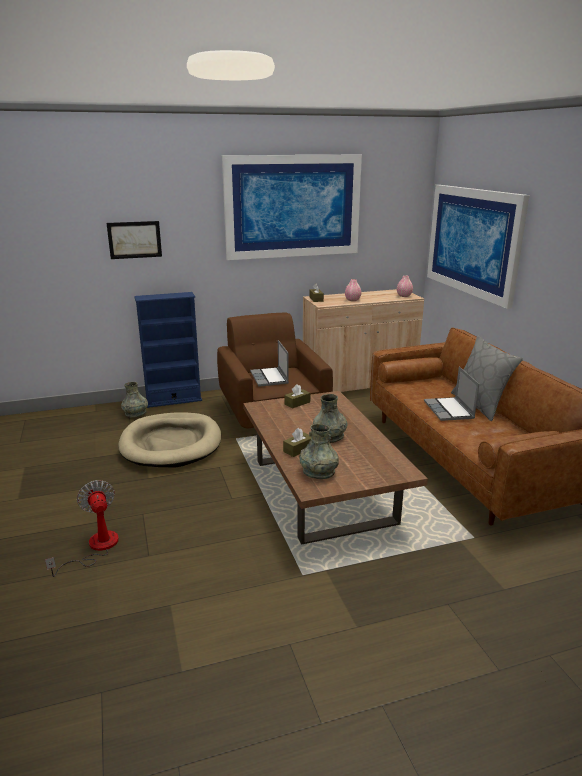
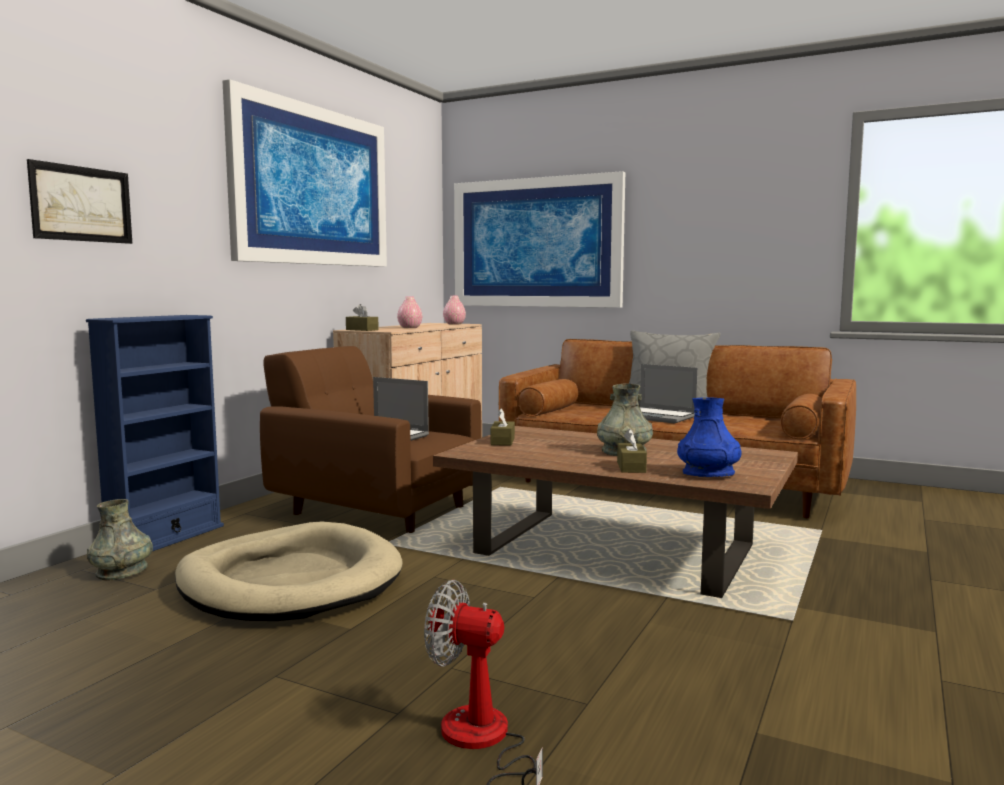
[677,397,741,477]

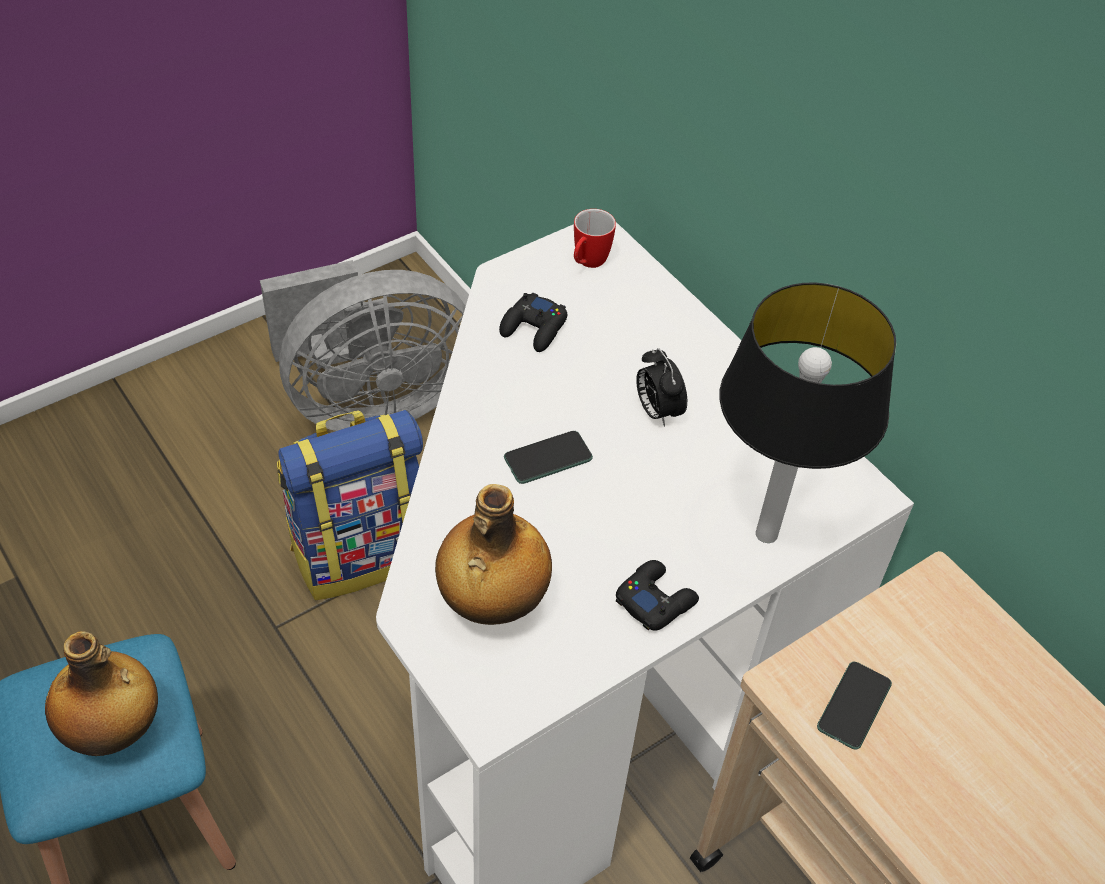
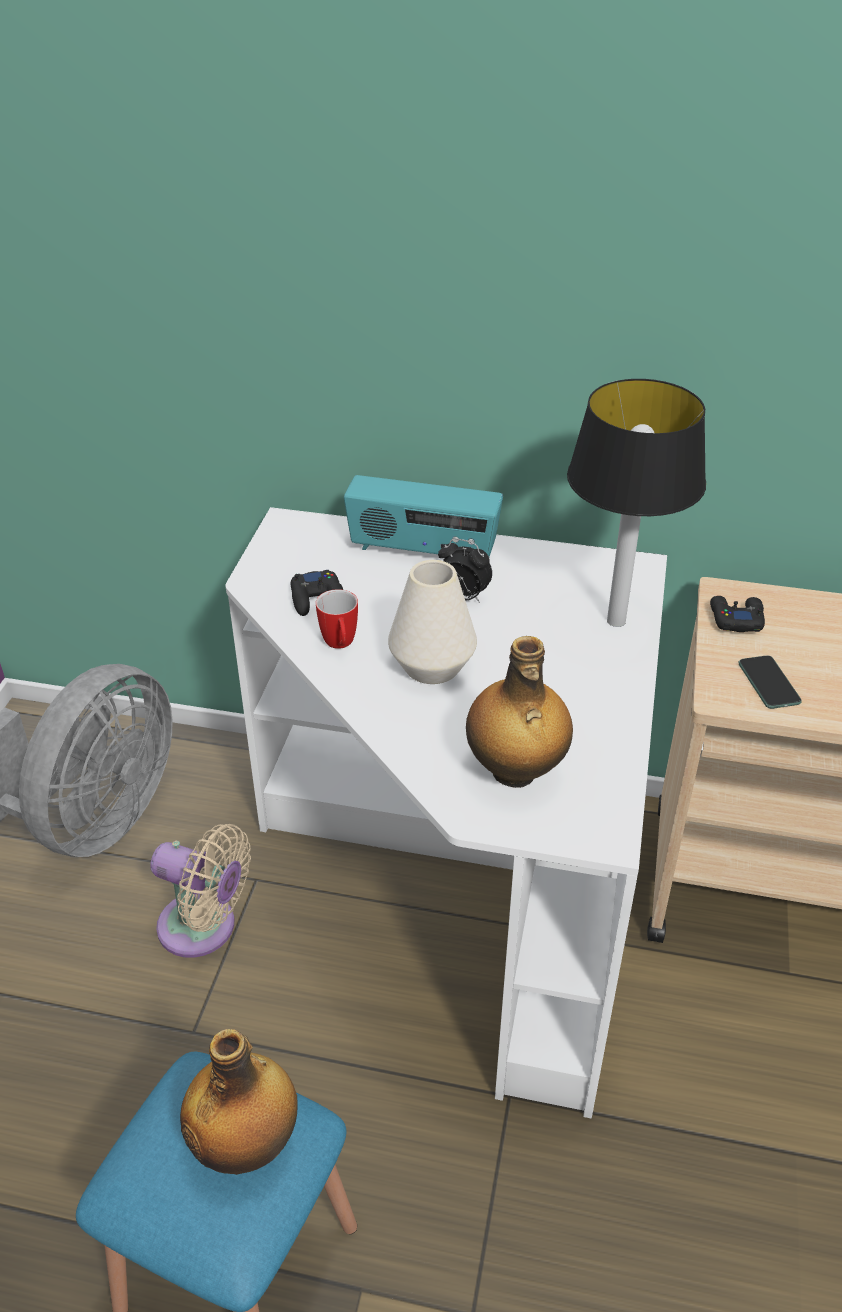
[316,589,358,649]
[150,824,251,958]
[388,560,477,684]
[710,596,765,632]
[344,475,503,557]

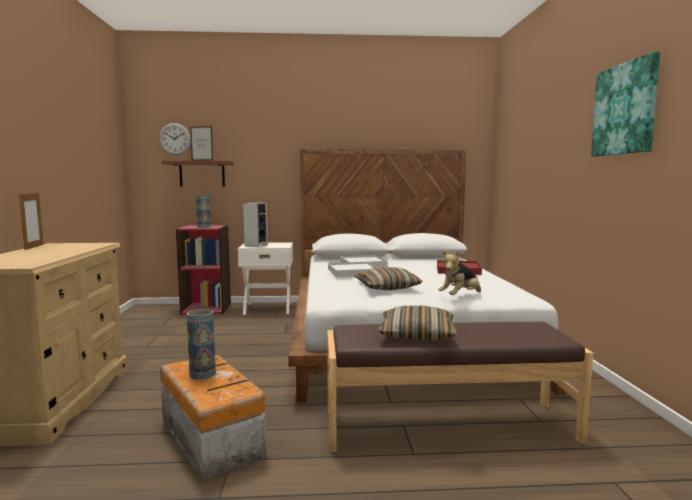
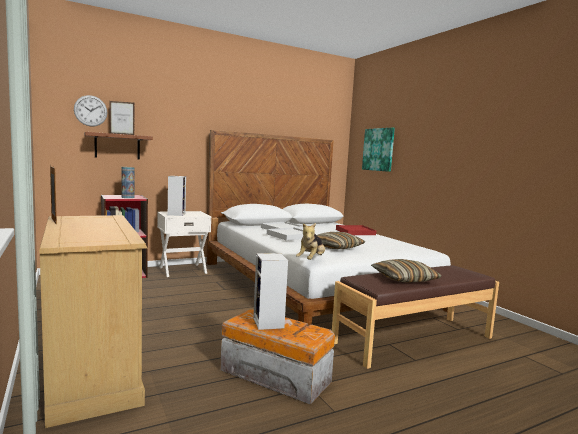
[362,128,395,172]
[296,223,325,260]
[253,253,288,330]

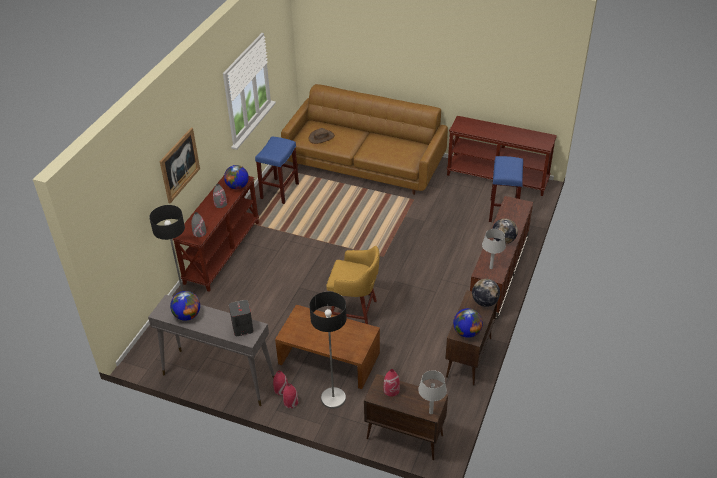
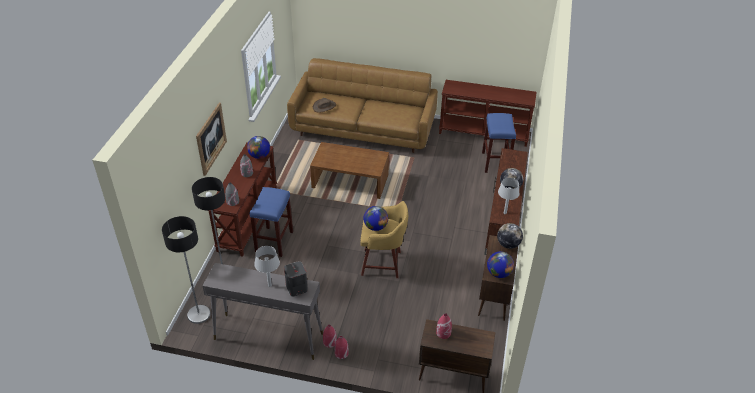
[249,187,293,257]
[363,206,388,231]
[162,216,211,324]
[310,142,389,199]
[254,246,280,287]

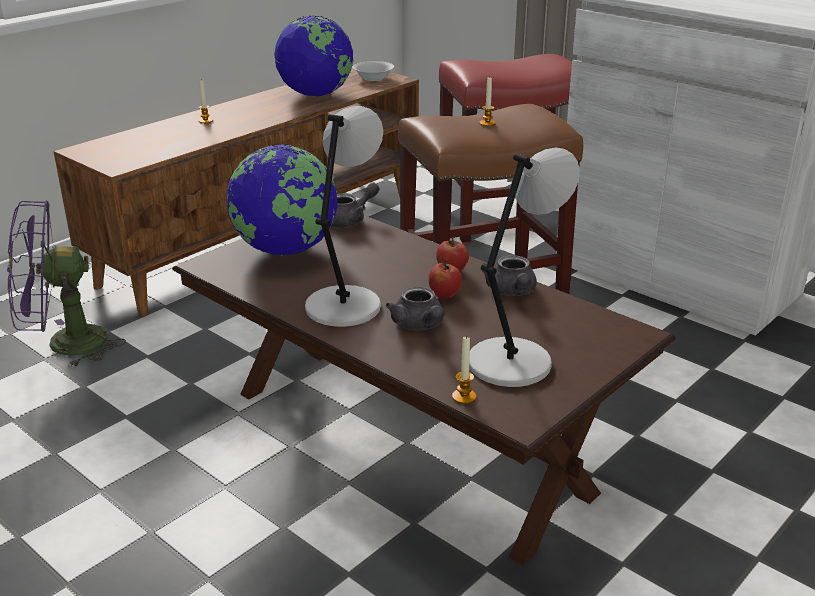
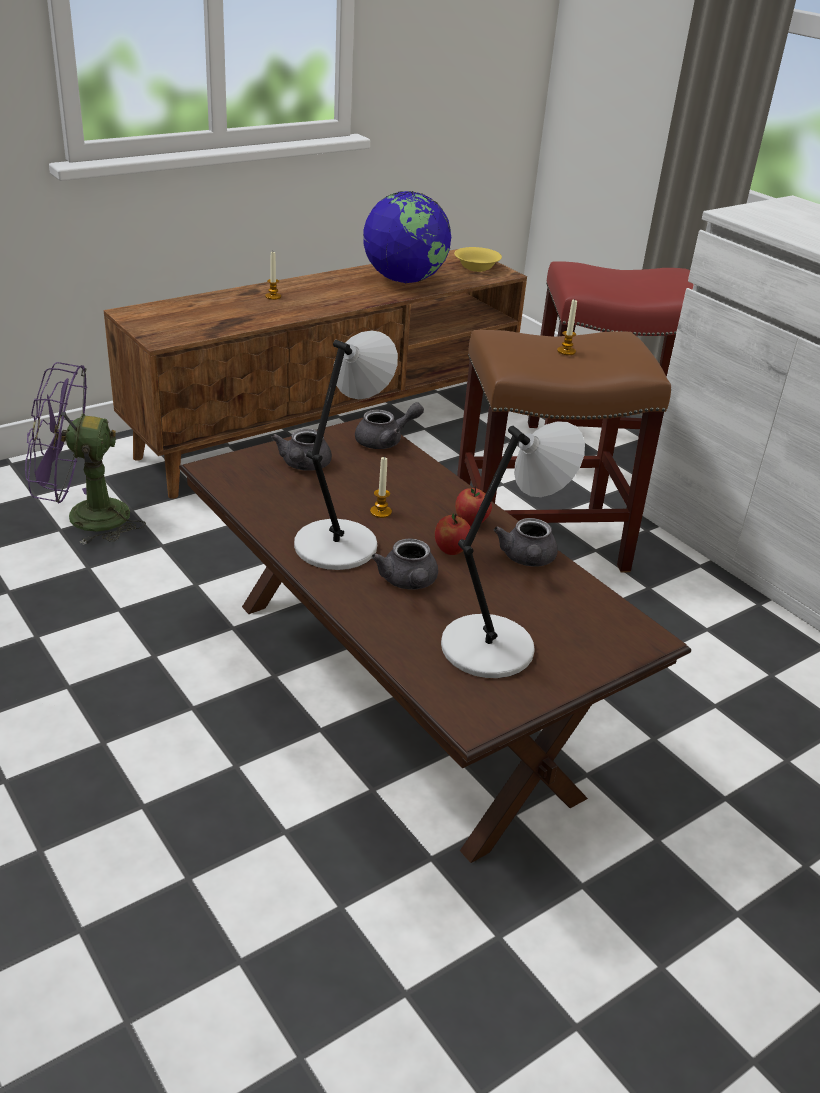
[454,247,502,272]
[271,429,332,471]
[370,457,392,518]

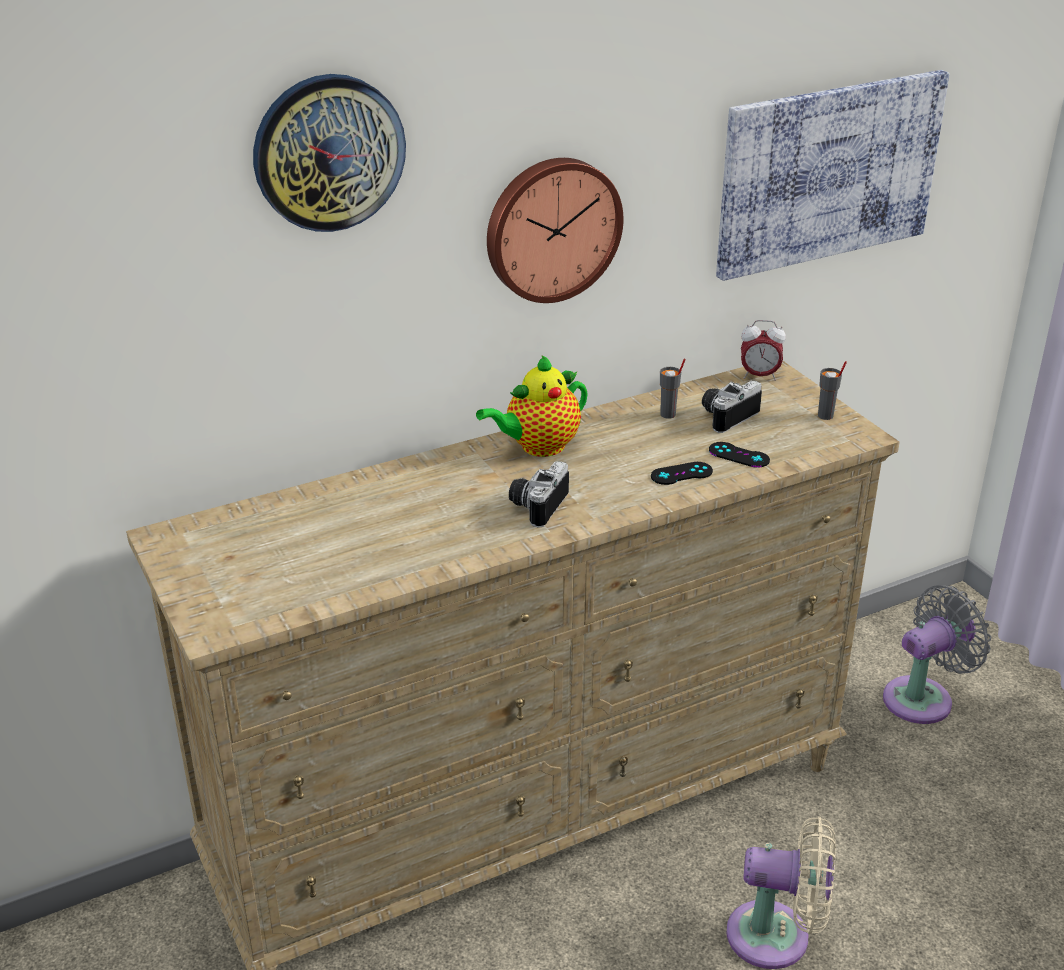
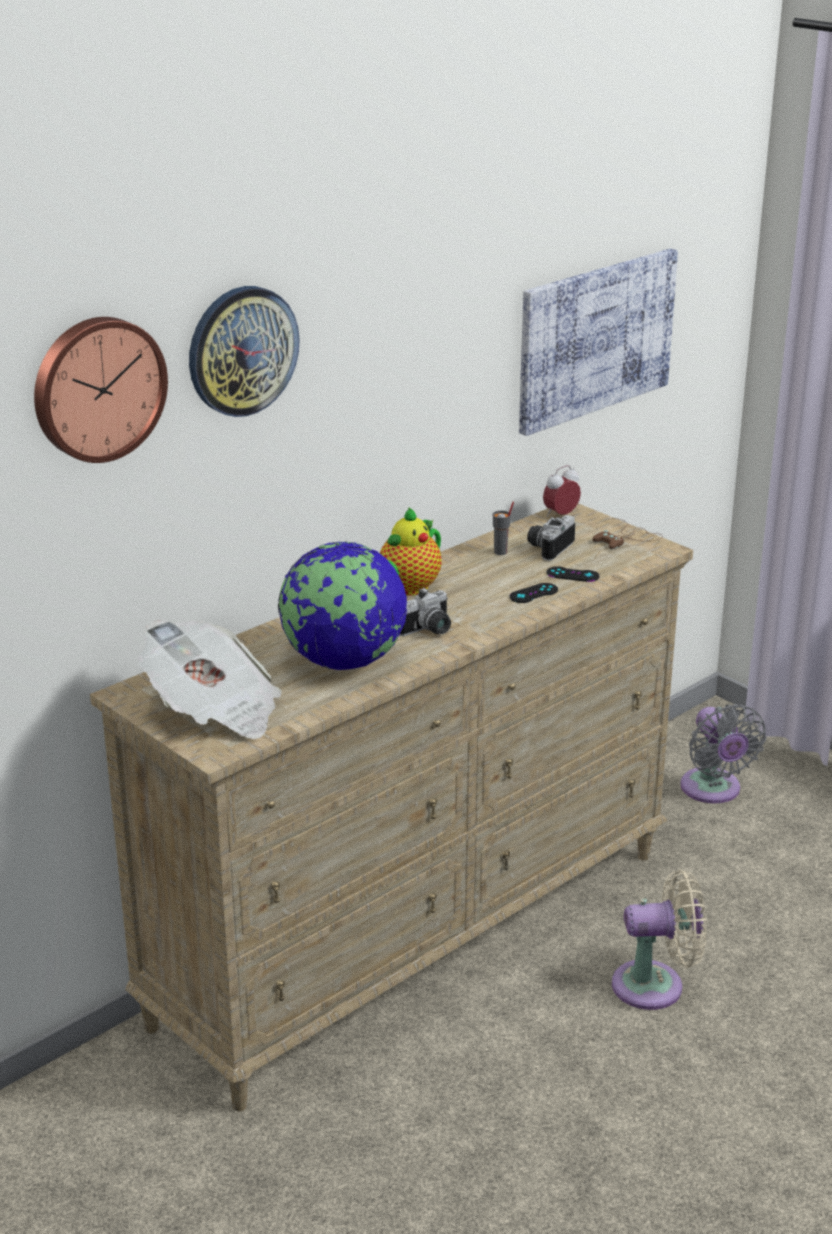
[34,317,168,463]
[543,465,581,517]
[592,518,663,550]
[399,588,451,636]
[680,704,766,803]
[278,541,408,670]
[138,620,282,739]

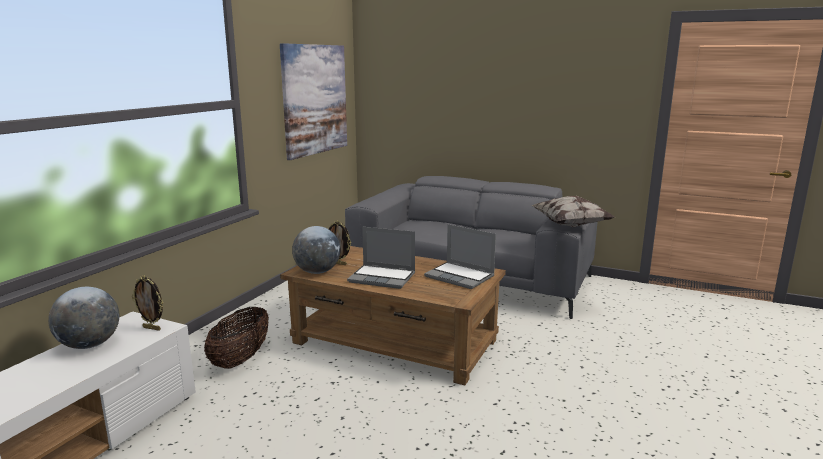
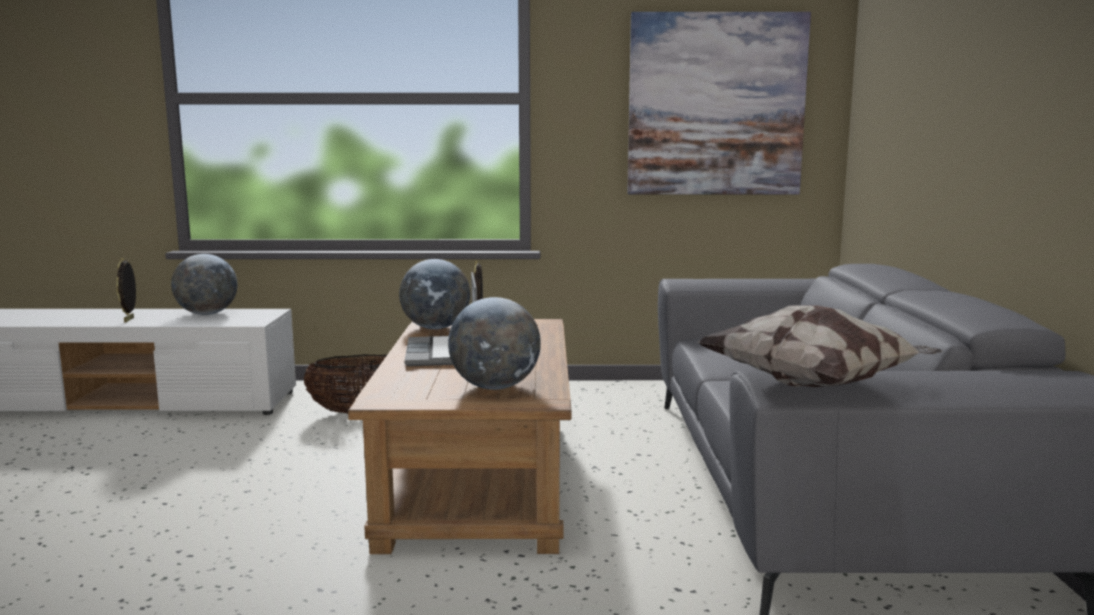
[448,297,541,390]
[116,258,136,323]

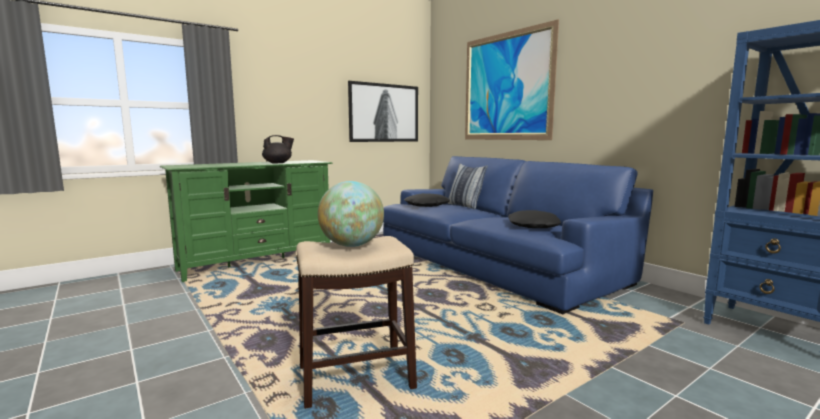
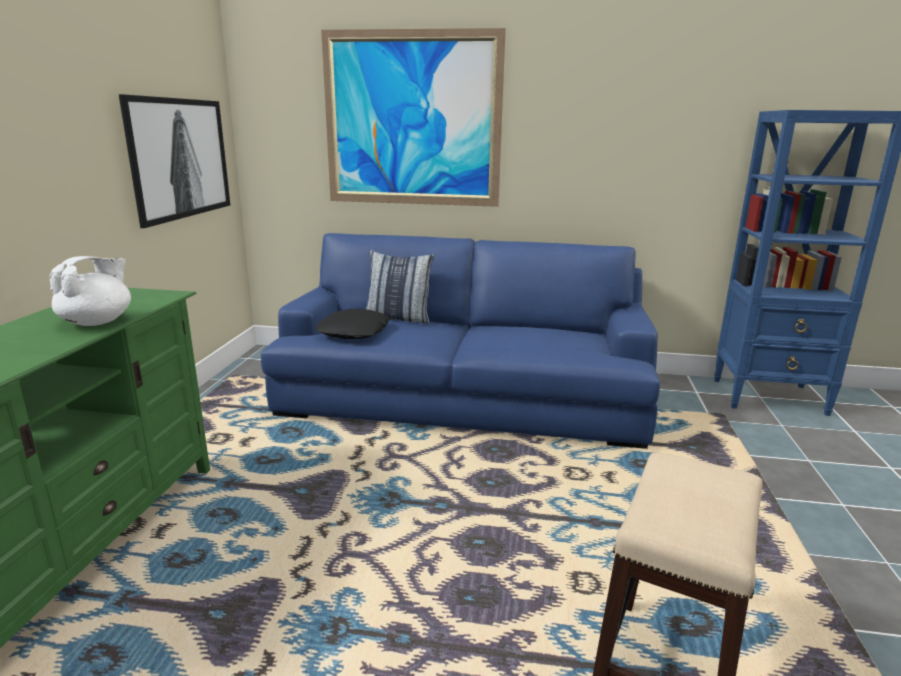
[49,256,131,326]
[318,181,384,247] (first image)
[508,210,561,228] (first image)

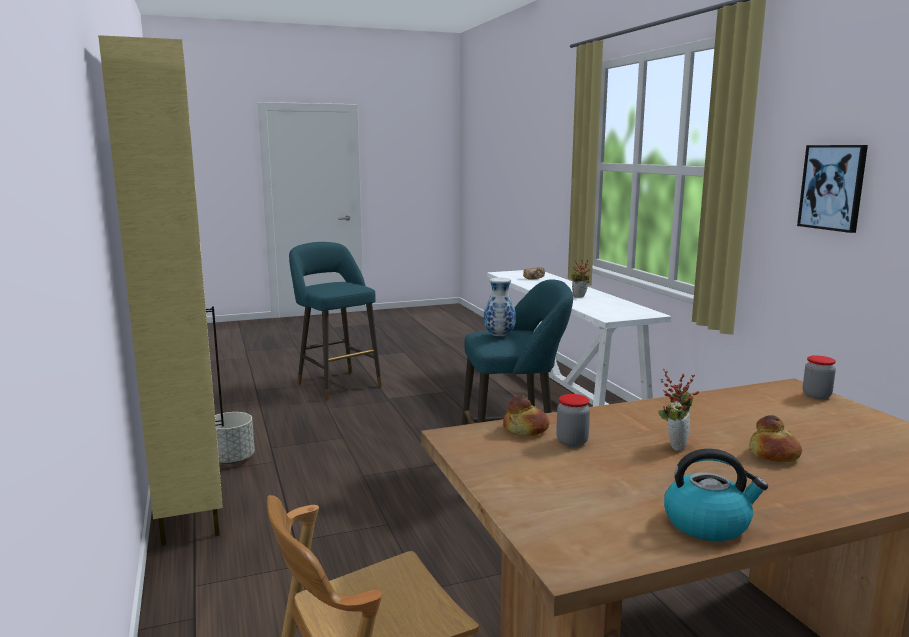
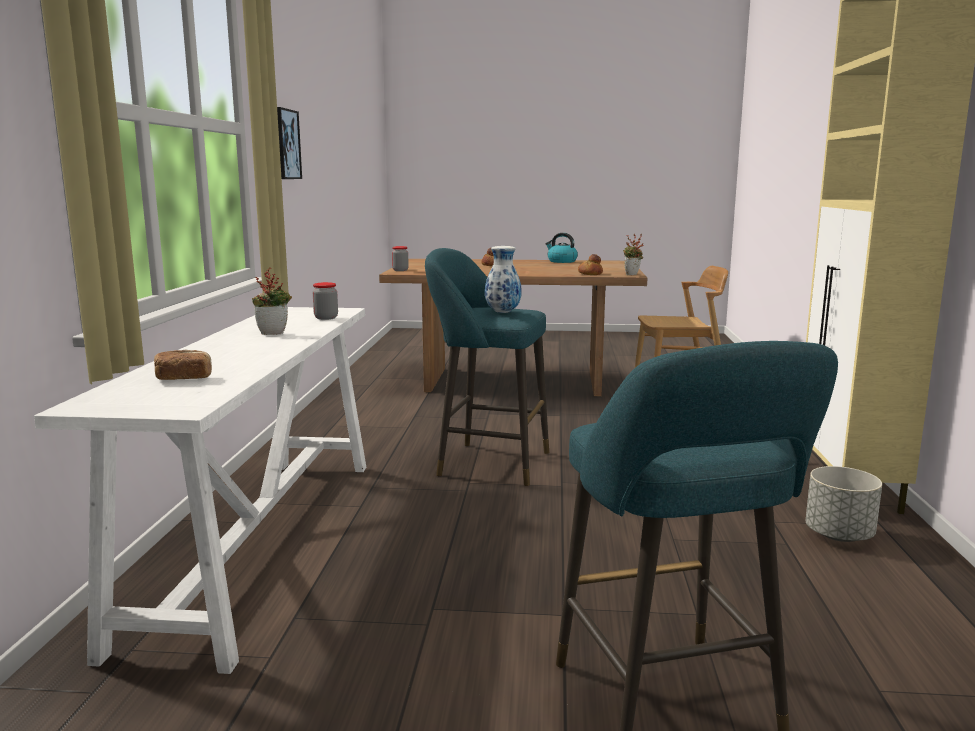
[623,234,644,275]
[313,282,338,320]

